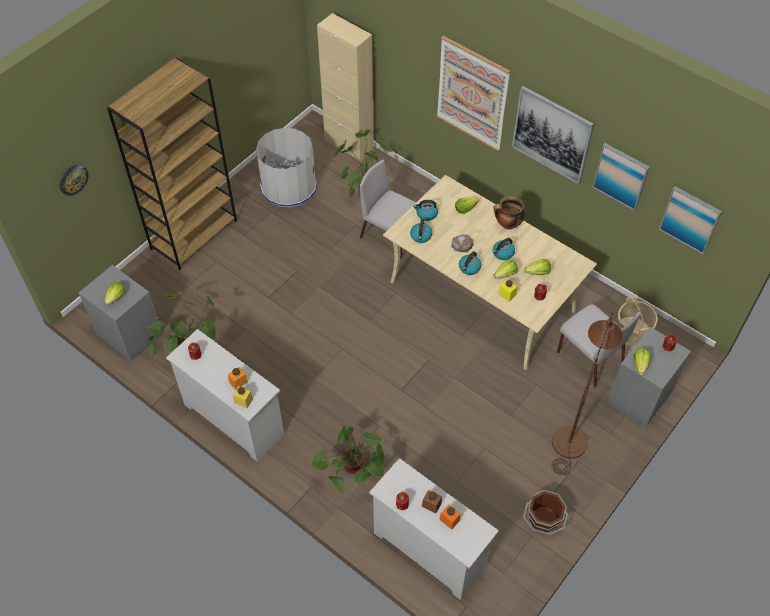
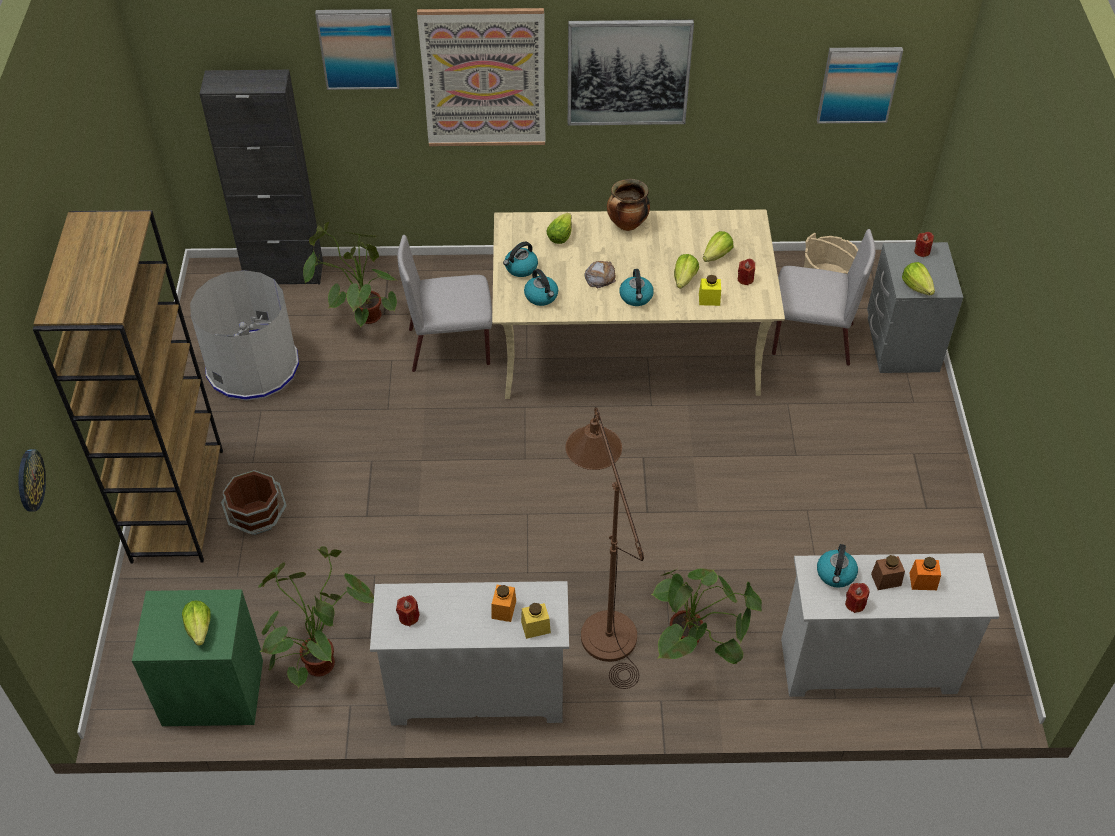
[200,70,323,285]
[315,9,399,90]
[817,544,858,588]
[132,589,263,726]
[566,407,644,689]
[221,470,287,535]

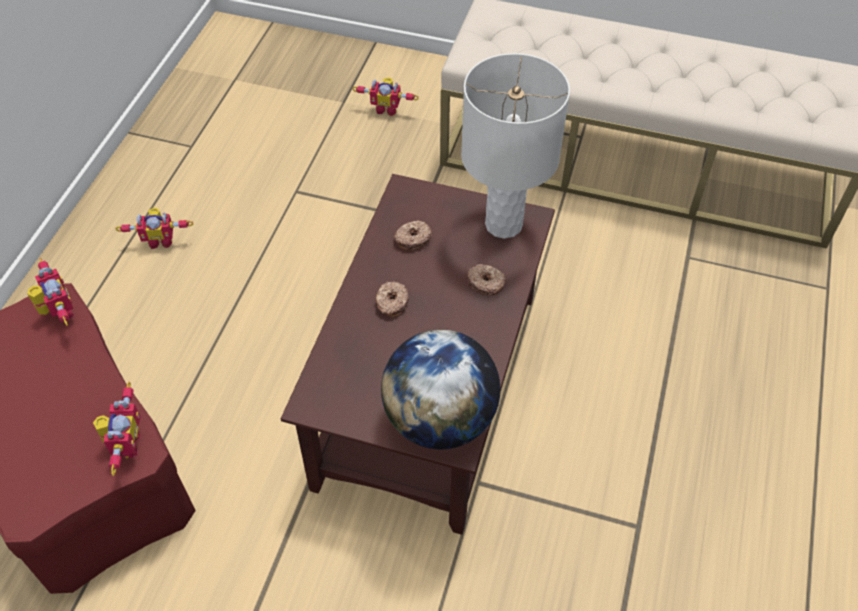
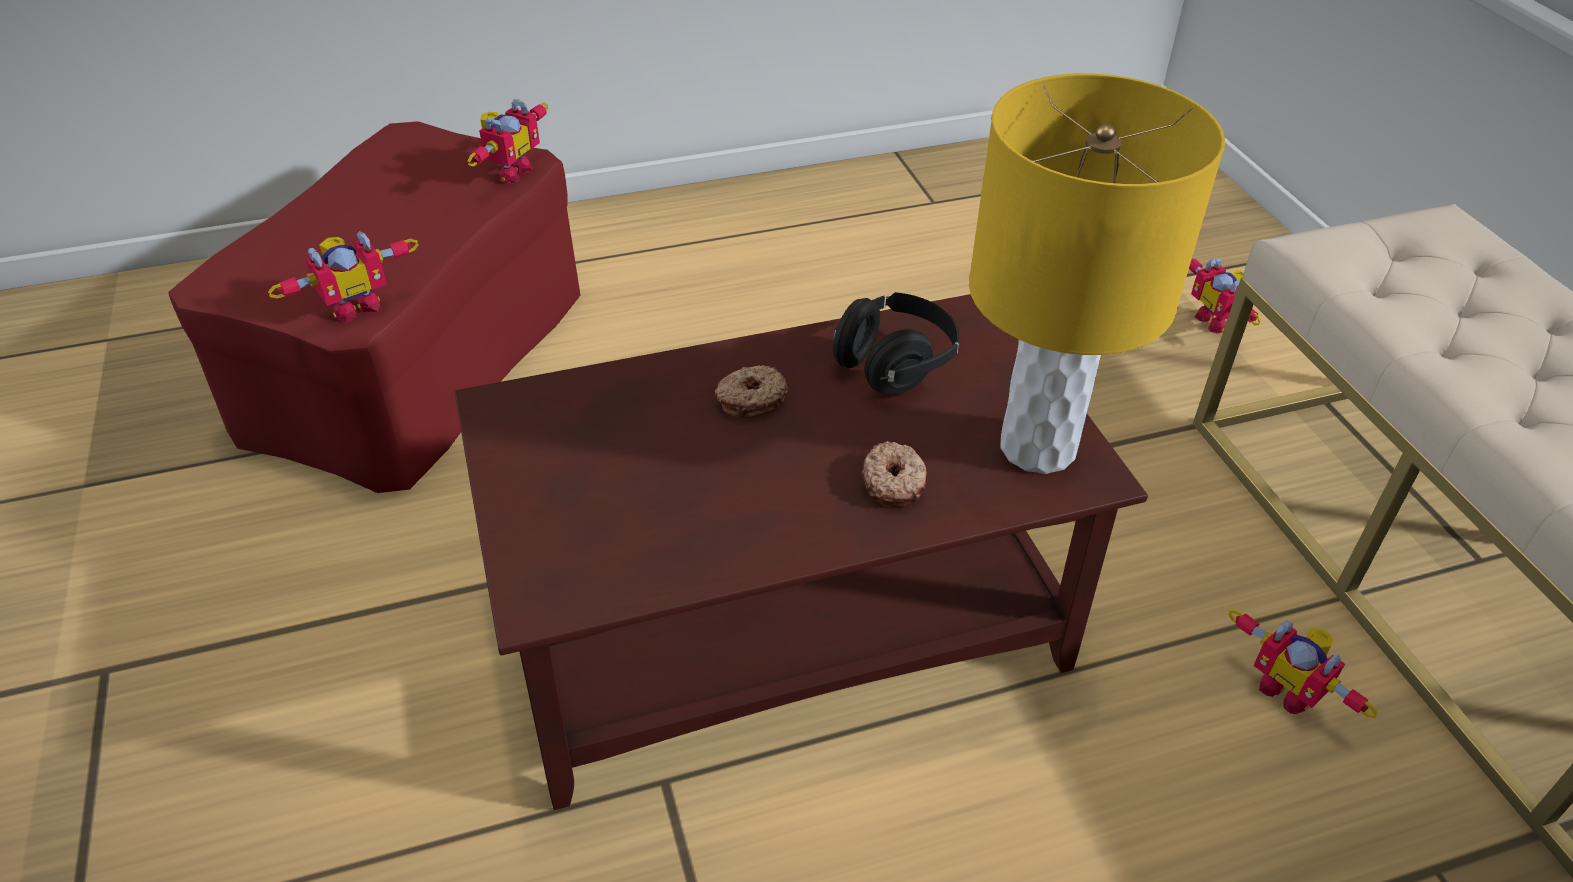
[969,73,1225,474]
[1228,610,1378,718]
[833,292,960,395]
[381,329,500,449] (first image)

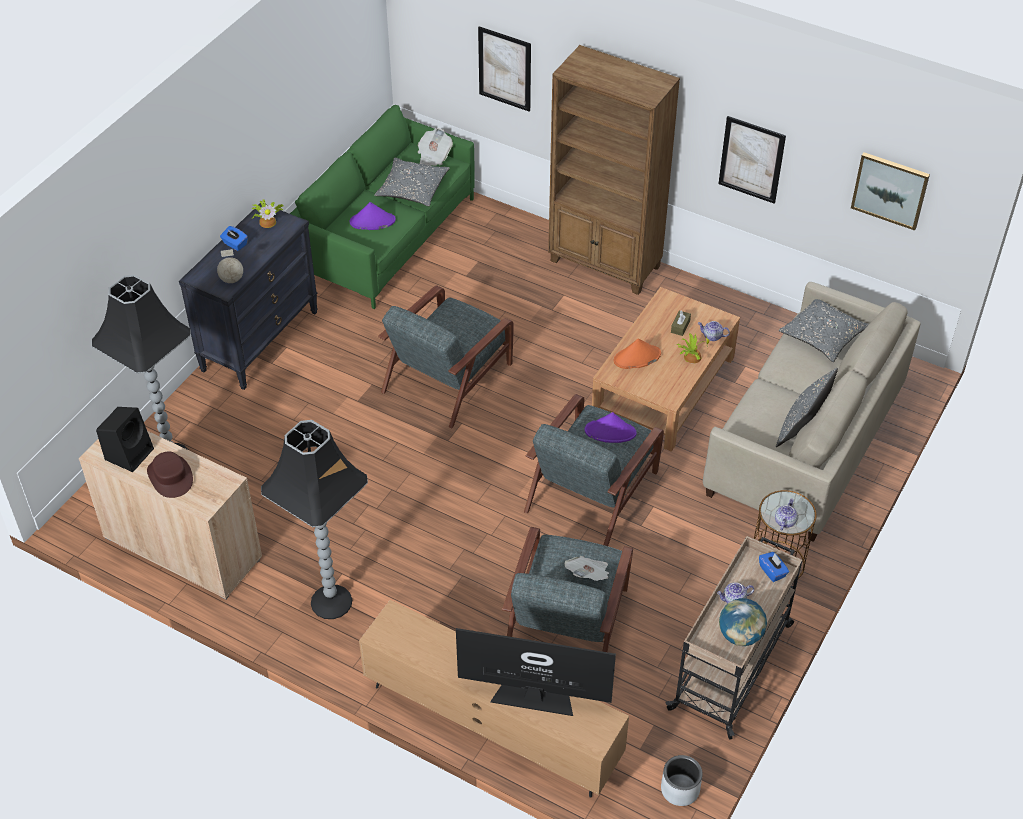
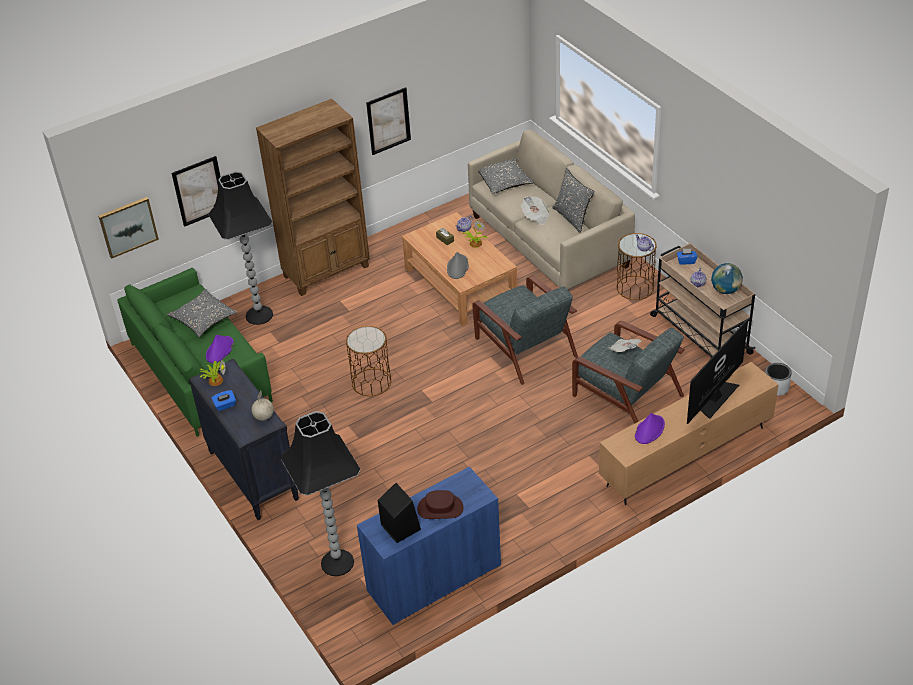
[521,196,551,225]
[98,197,159,259]
[346,326,391,396]
[447,252,469,279]
[635,413,665,444]
[208,171,273,325]
[357,466,501,625]

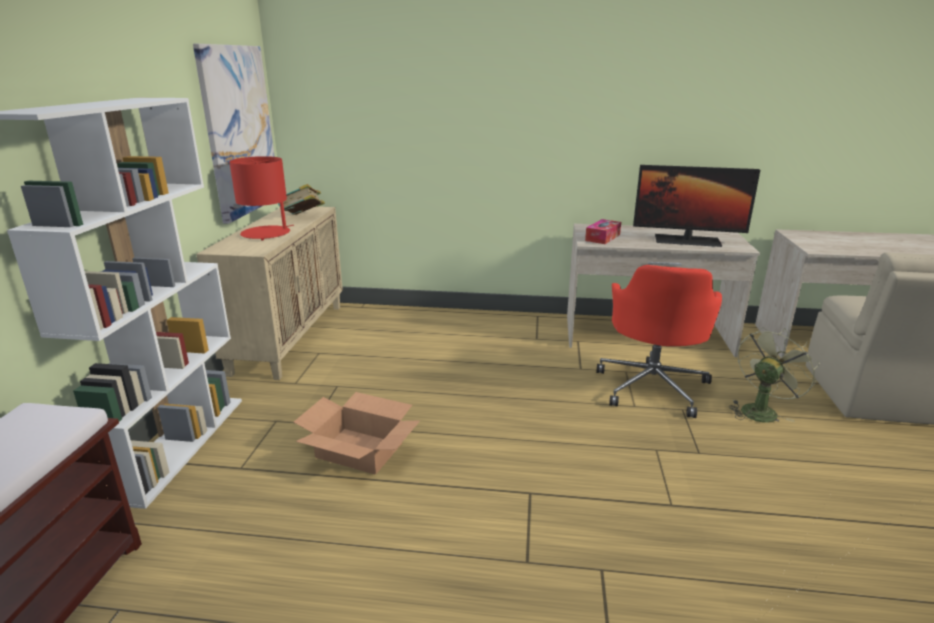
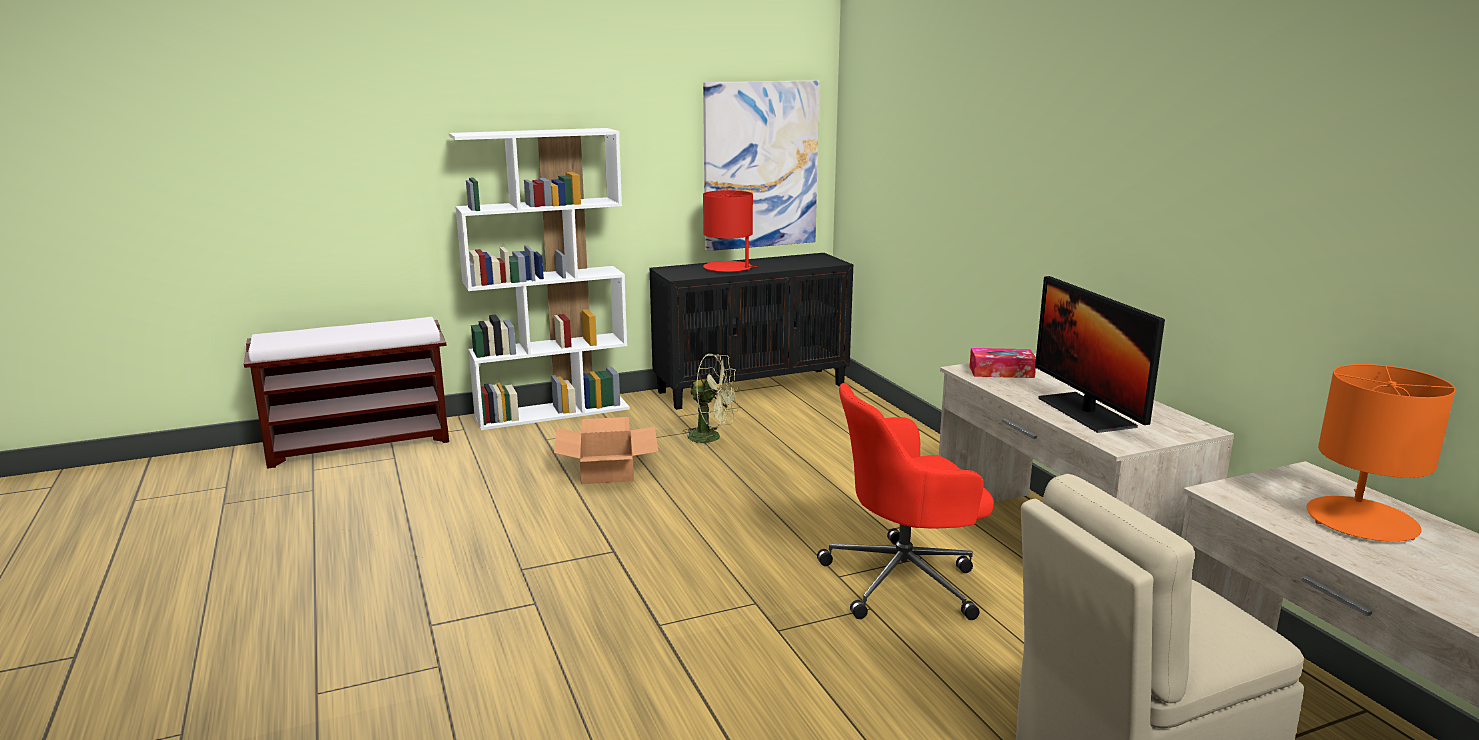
[278,184,325,215] (first image)
[650,253,853,410]
[683,354,739,449]
[1306,364,1456,542]

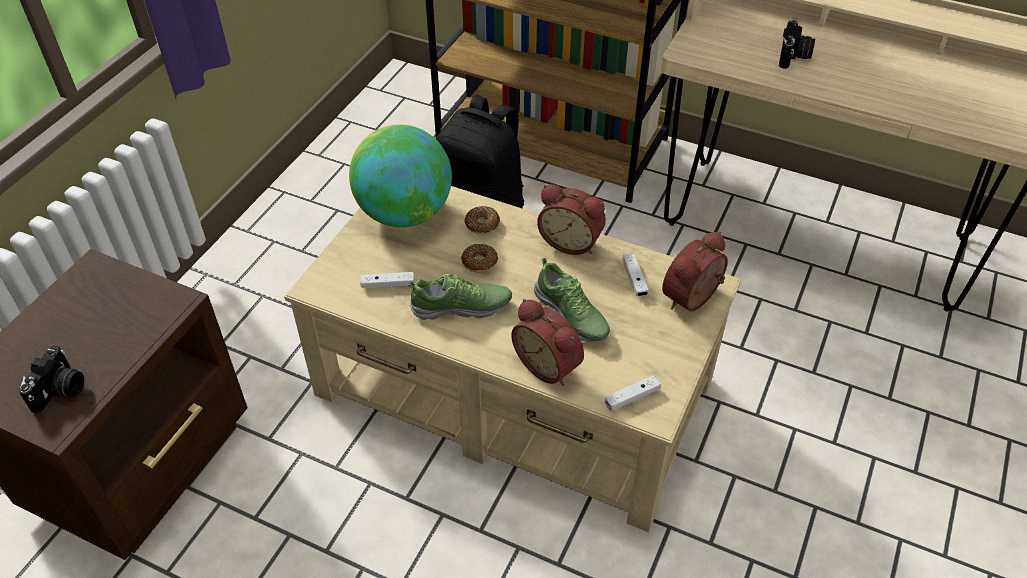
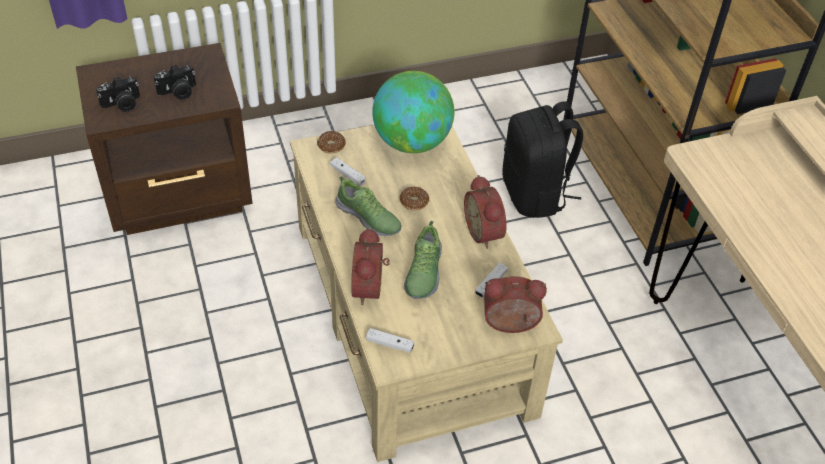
[154,65,196,100]
[317,131,346,154]

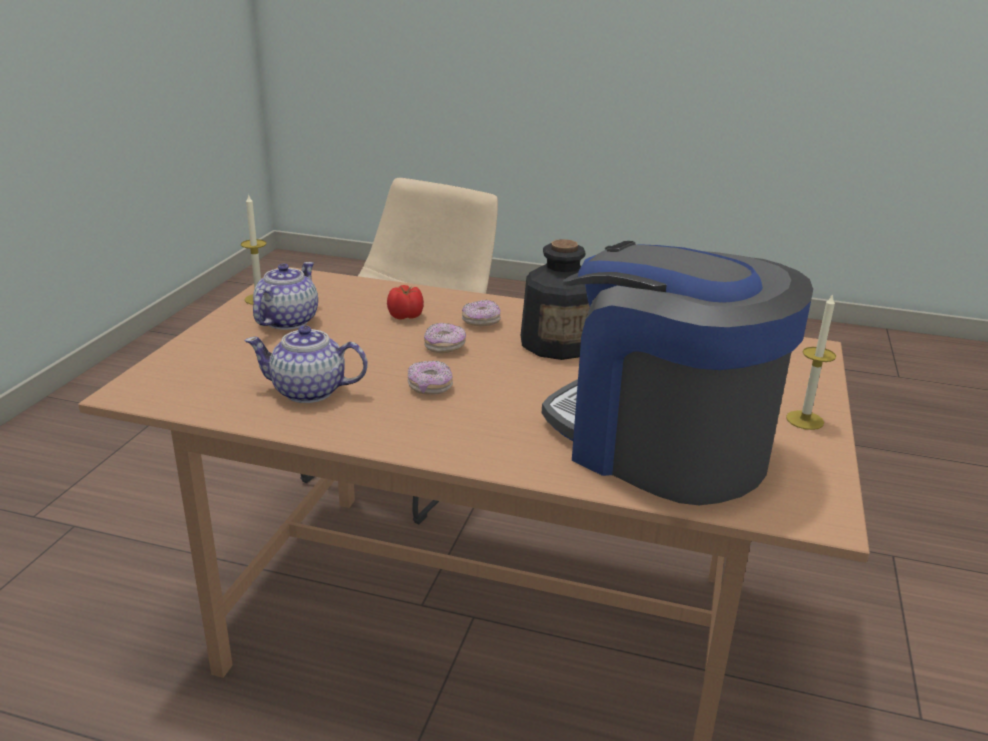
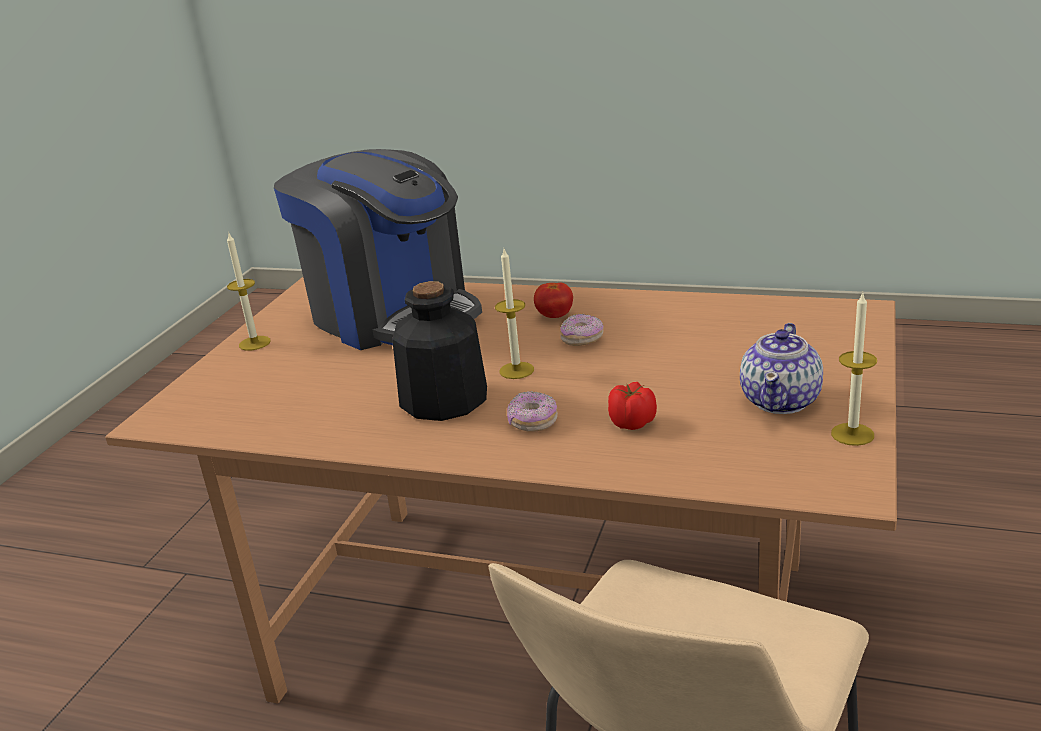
[424,323,466,353] (first image)
[245,325,368,403] (first image)
[495,249,534,379]
[534,283,573,318]

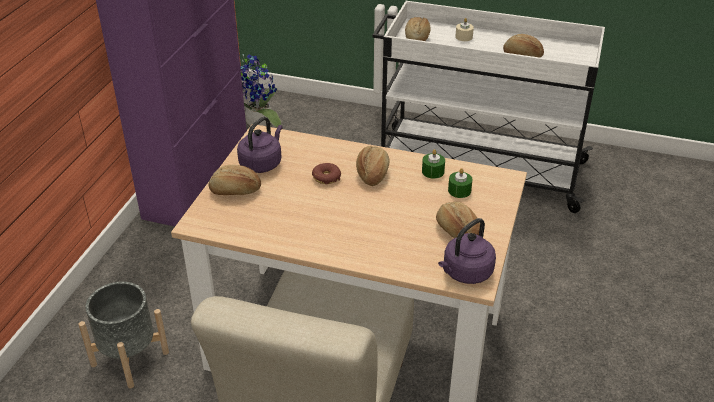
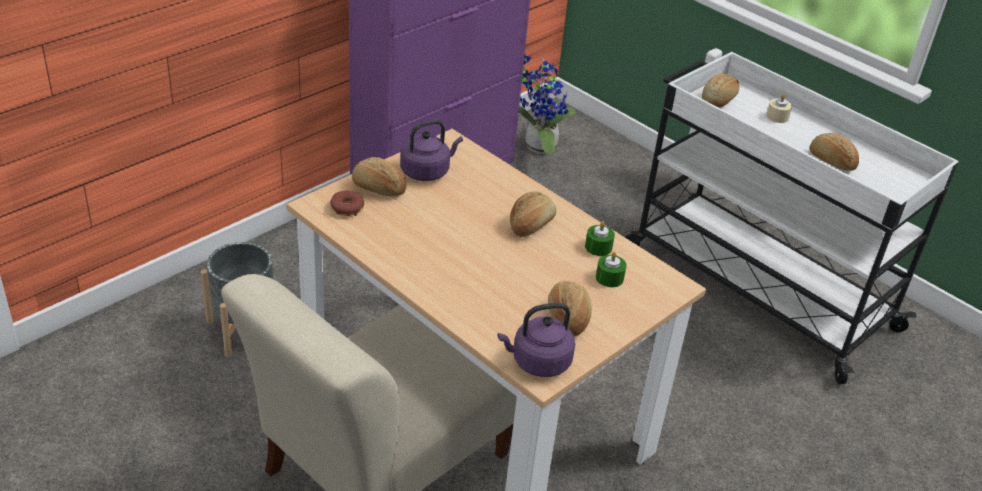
[330,191,364,216]

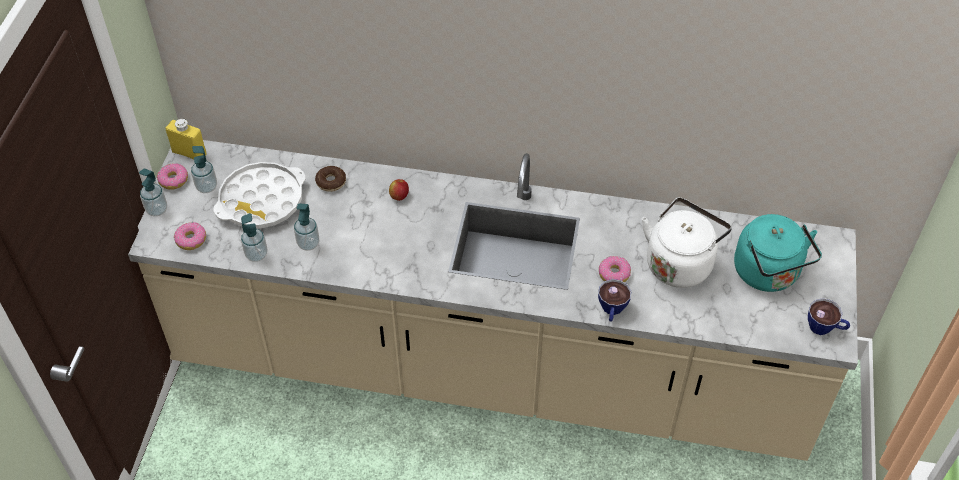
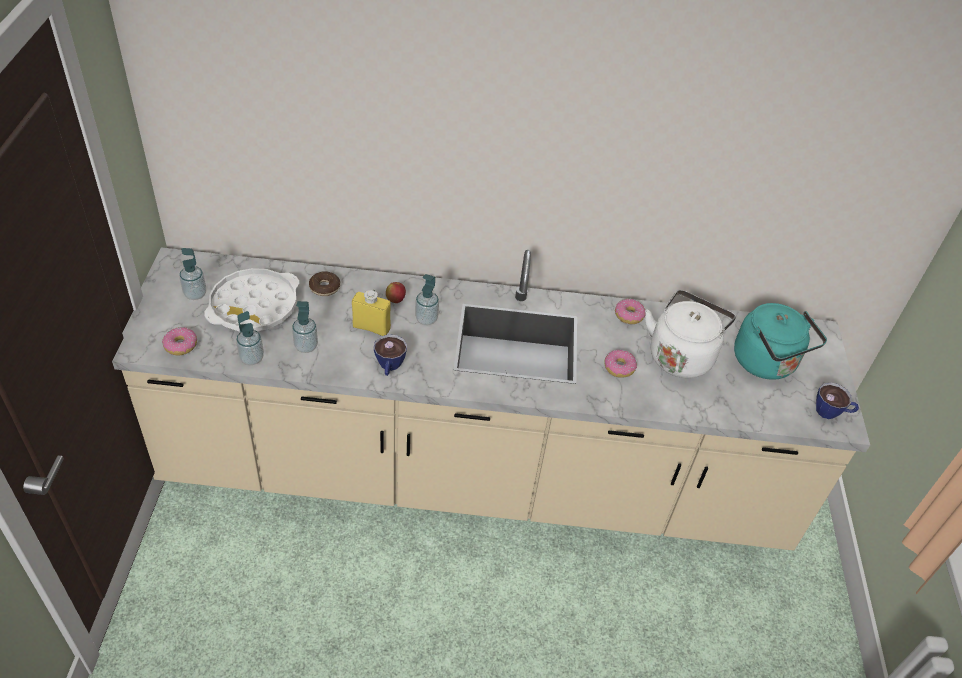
[352,290,391,336]
[615,299,646,324]
[415,274,439,325]
[374,334,407,376]

